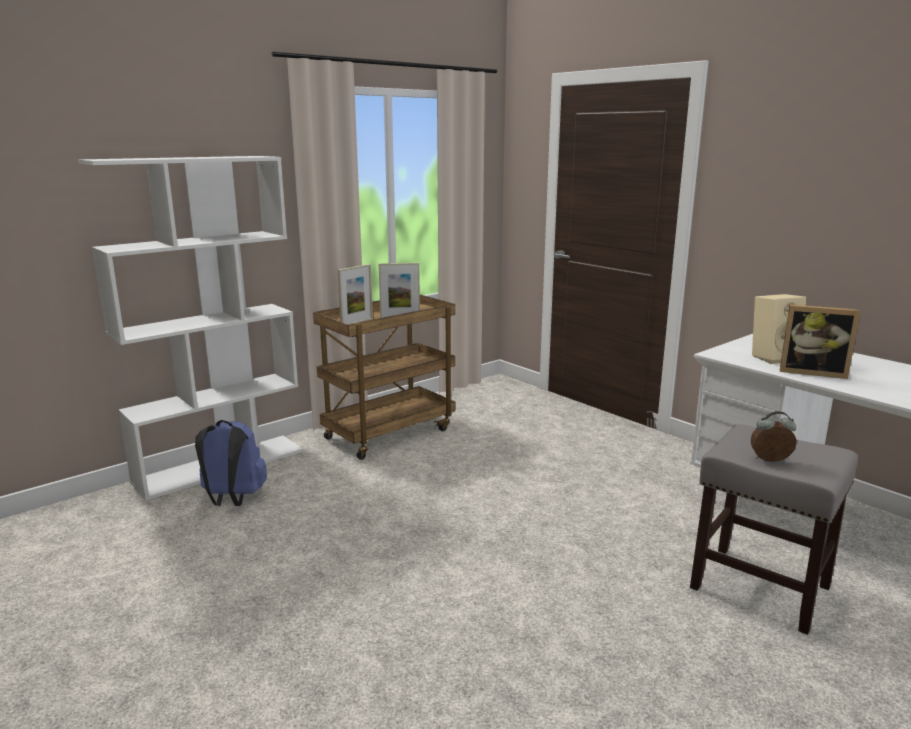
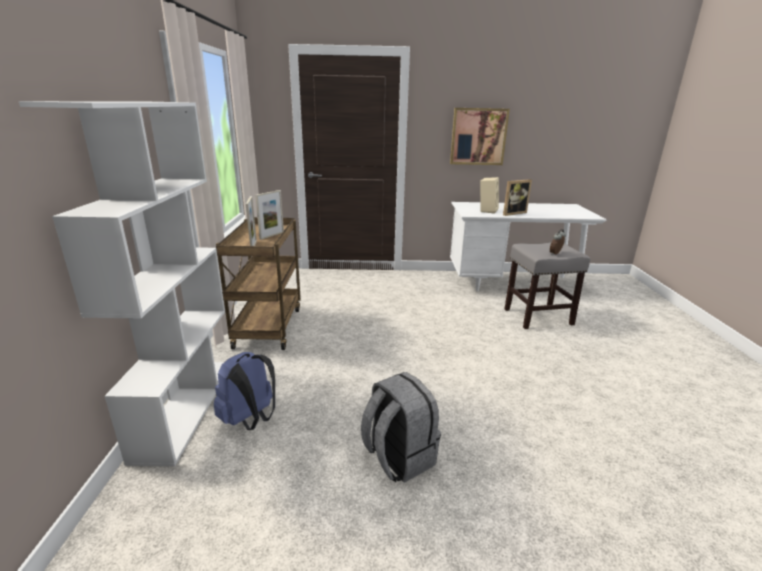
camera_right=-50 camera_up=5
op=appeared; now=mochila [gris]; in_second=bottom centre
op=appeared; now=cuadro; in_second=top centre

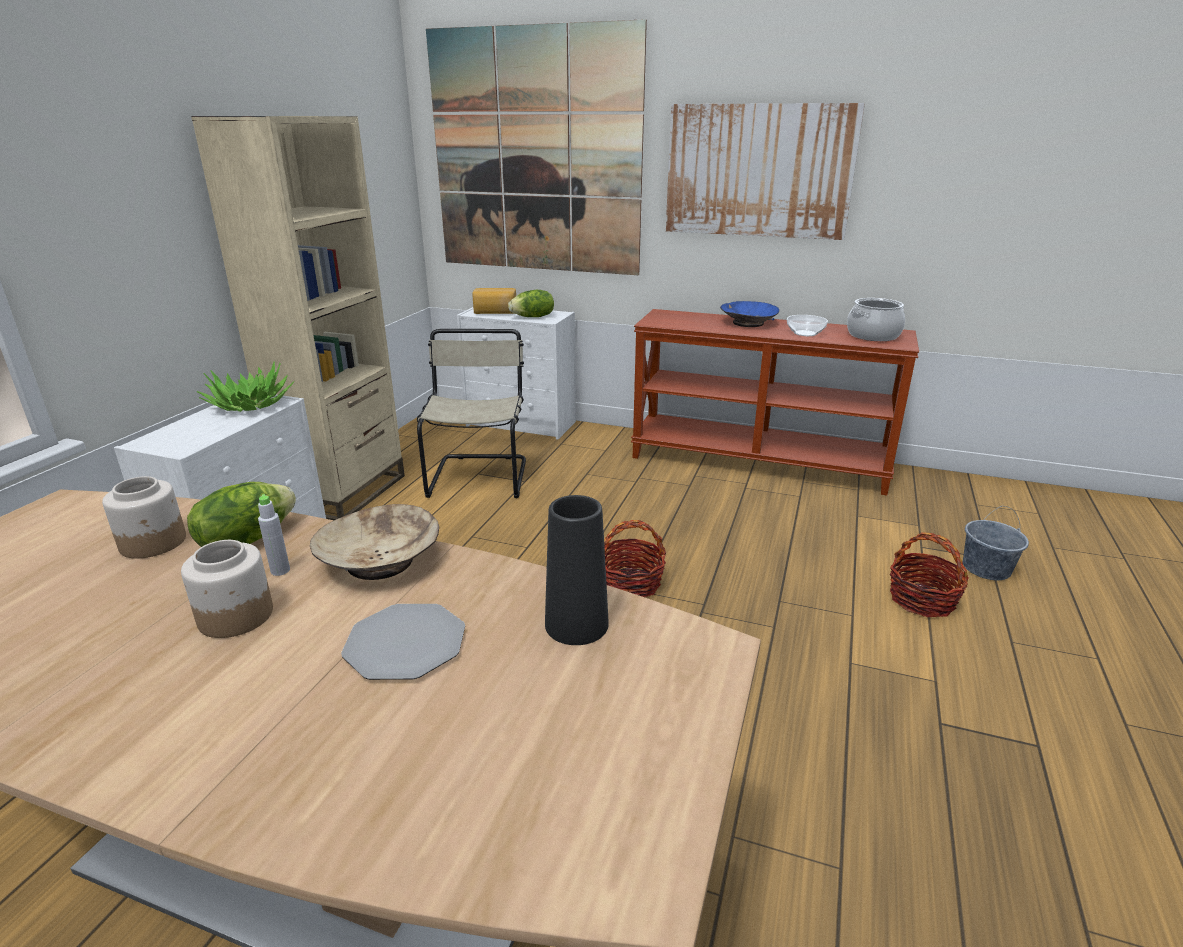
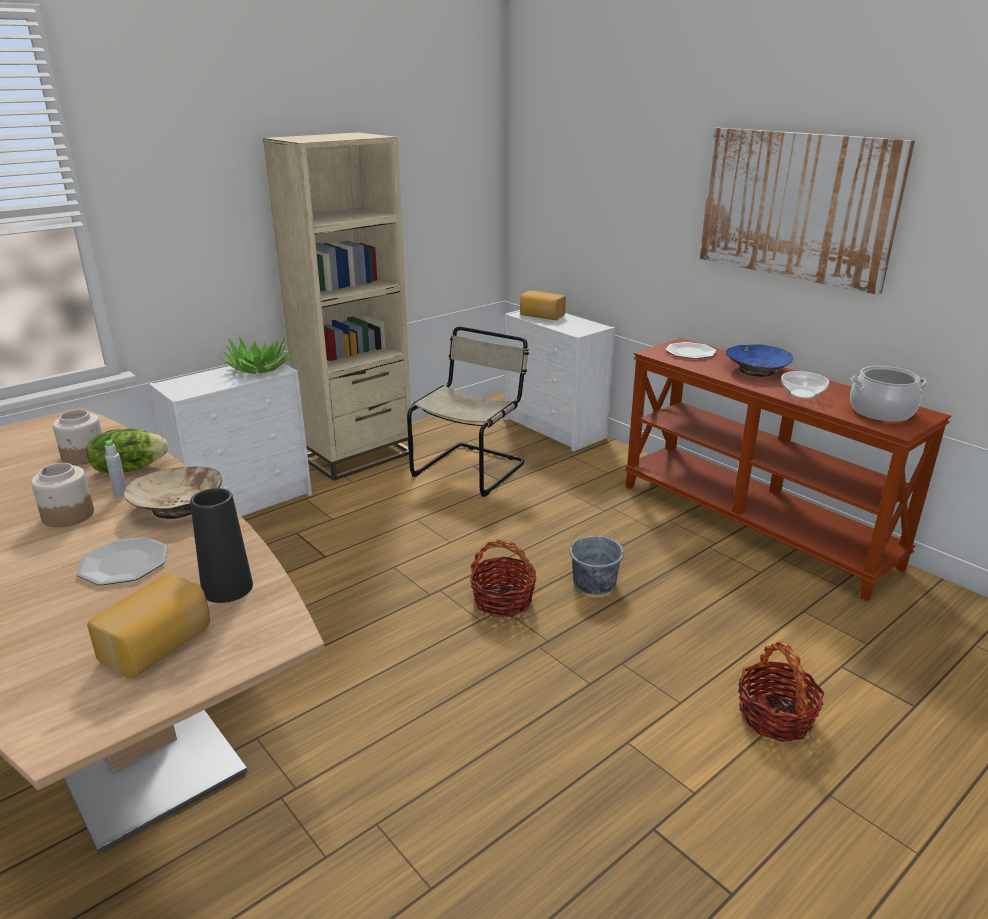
camera_right=30 camera_up=0
op=appeared; now=pan (no. 1 from left); in_second=bottom left
op=relocated; was=cubo [gris]; in_first=middle right; in_second=centre
op=appeared; now=plato (no. 2 from left); in_second=middle right
op=missing; was=cuadro (no. 1 from left); in_first=top centre
op=missing; was=lechuga (no. 2 from left); in_first=top centre

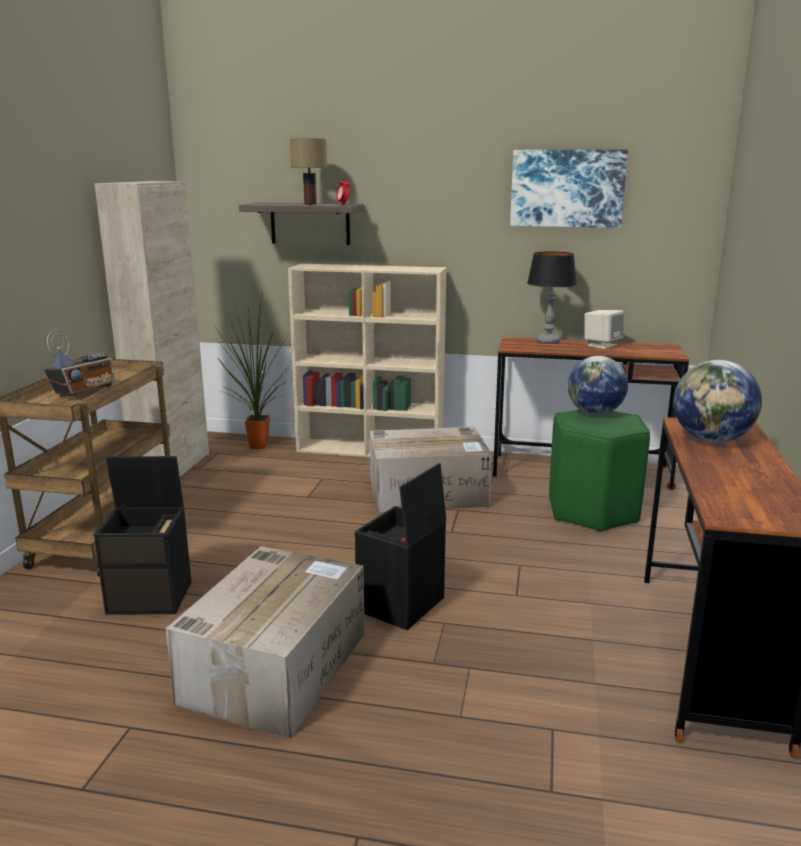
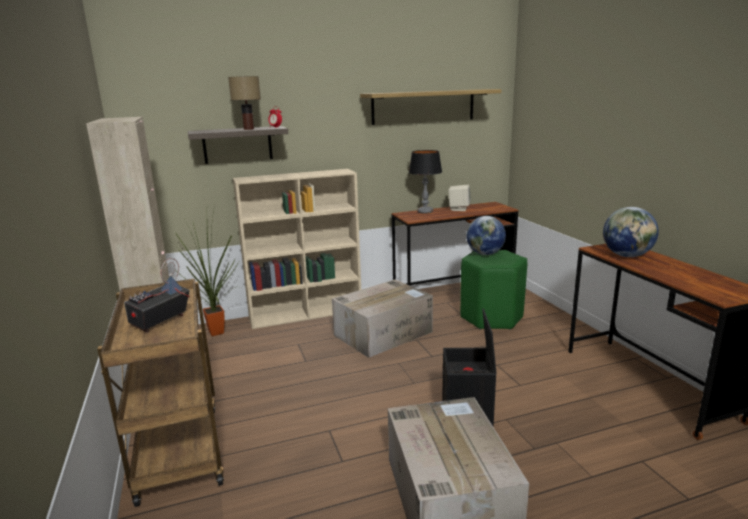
camera_right=-30 camera_up=0
op=spun; was=radio; in_first=middle left; in_second=middle left; clockwise=-150
op=exchanged; was=cuadro; now=estante (no. 2 from left); in_first=top right; in_second=top centre
op=missing; was=caja de almacenaje [negro] (no. 1 from left); in_first=middle left

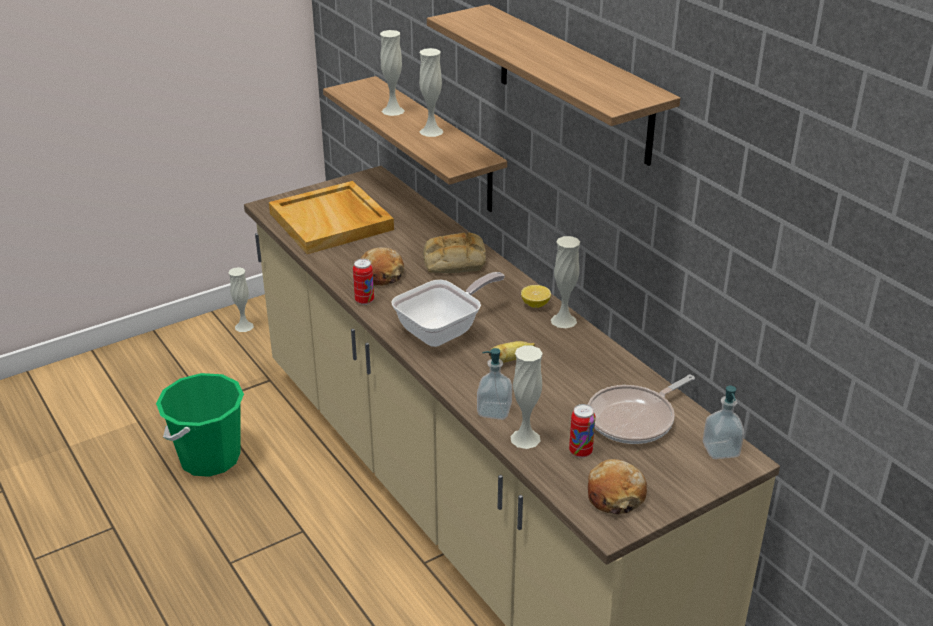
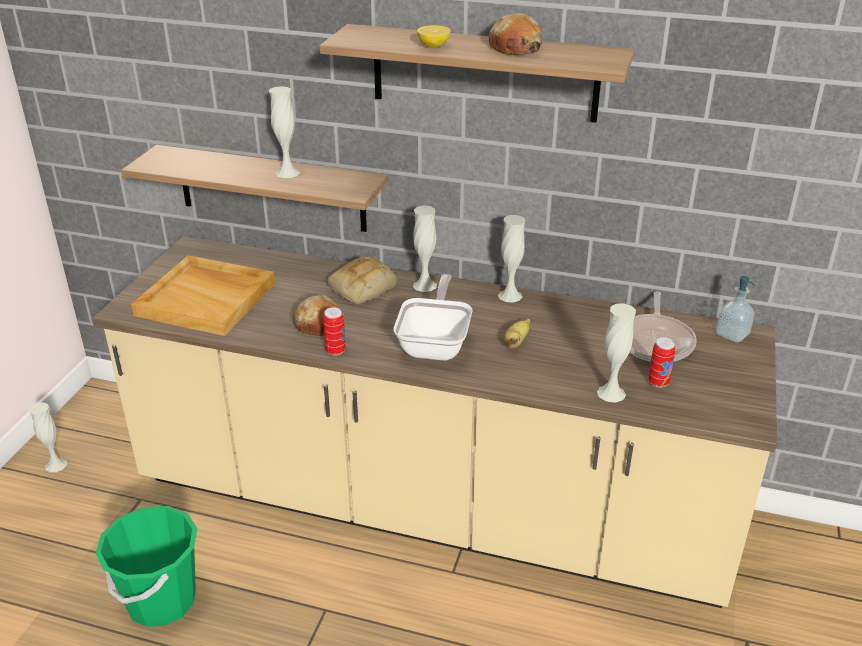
camera_right=-40 camera_up=0
op=relocated; was=florero [blanco] (no. 2 from left in the first image); now=florero [blanco] (no. 3 from left); in_first=top centre; in_second=centre
op=relocated; was=limón; in_first=centre; in_second=top centre
op=relocated; was=pan (no. 3 from left); in_first=bottom centre; in_second=top centre
op=missing; was=dispensador de jabón (no. 1 from left); in_first=centre

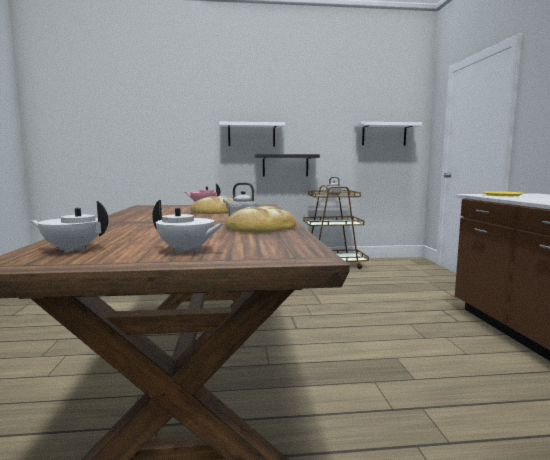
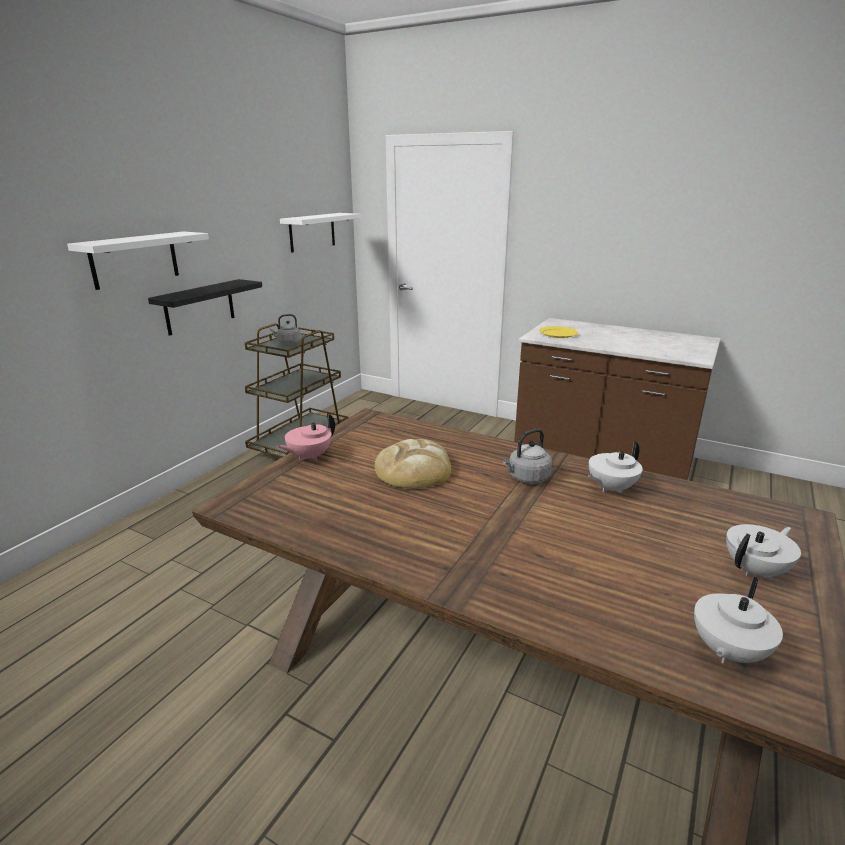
camera_right=-55 camera_up=15
op=exchanged; was=pan (no. 2 from left); now=tetera [blanco] (no. 1 from left); in_first=centre; in_second=middle right

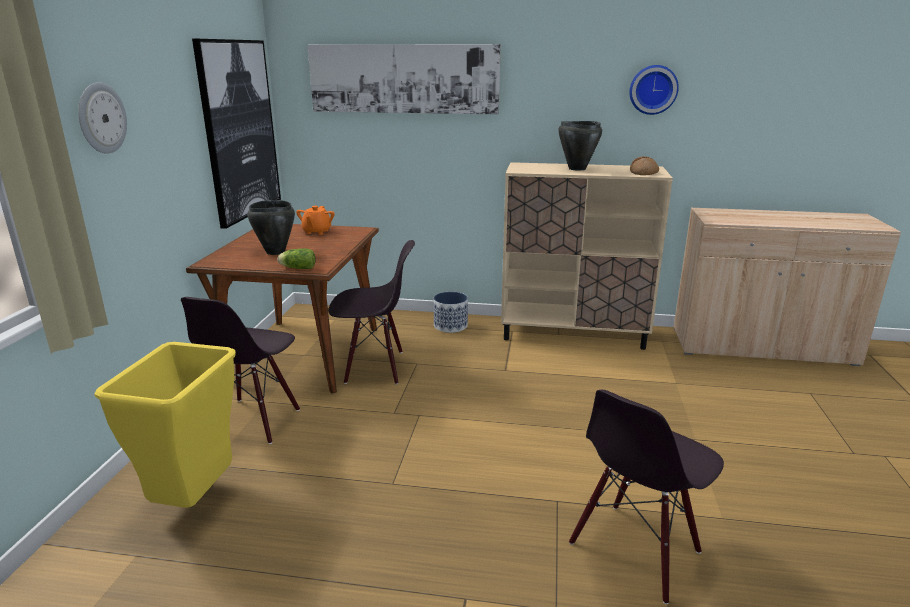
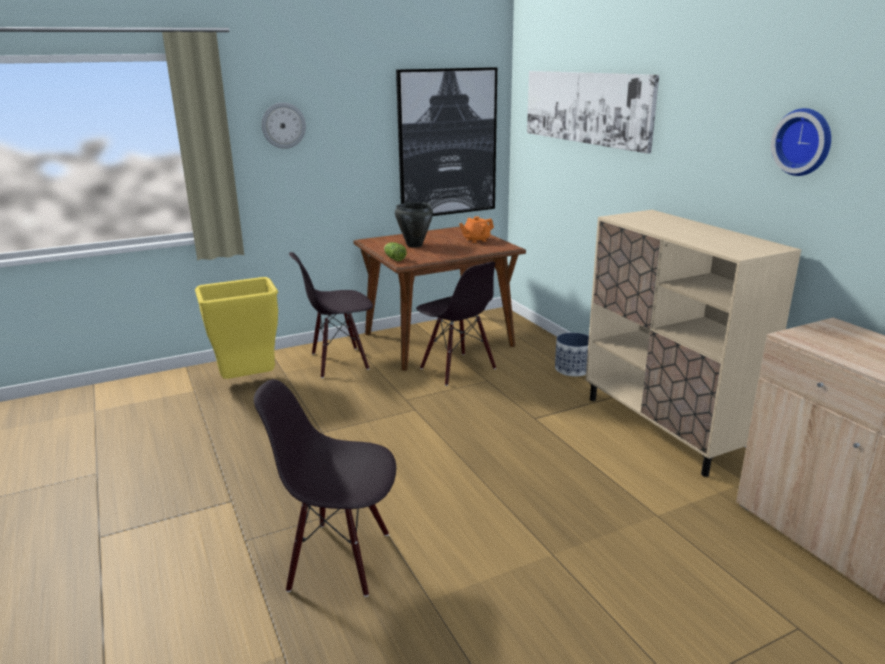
camera_right=55 camera_up=0
op=missing; was=olla [negro] (no. 2 from left); in_first=top centre
op=missing; was=pan; in_first=top right

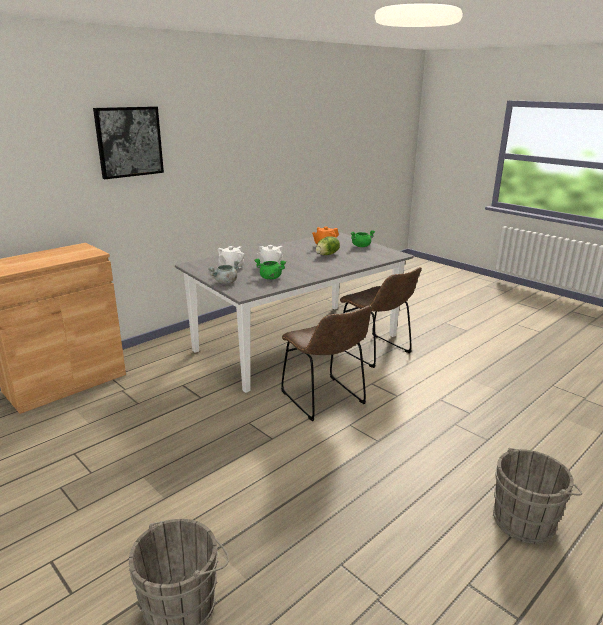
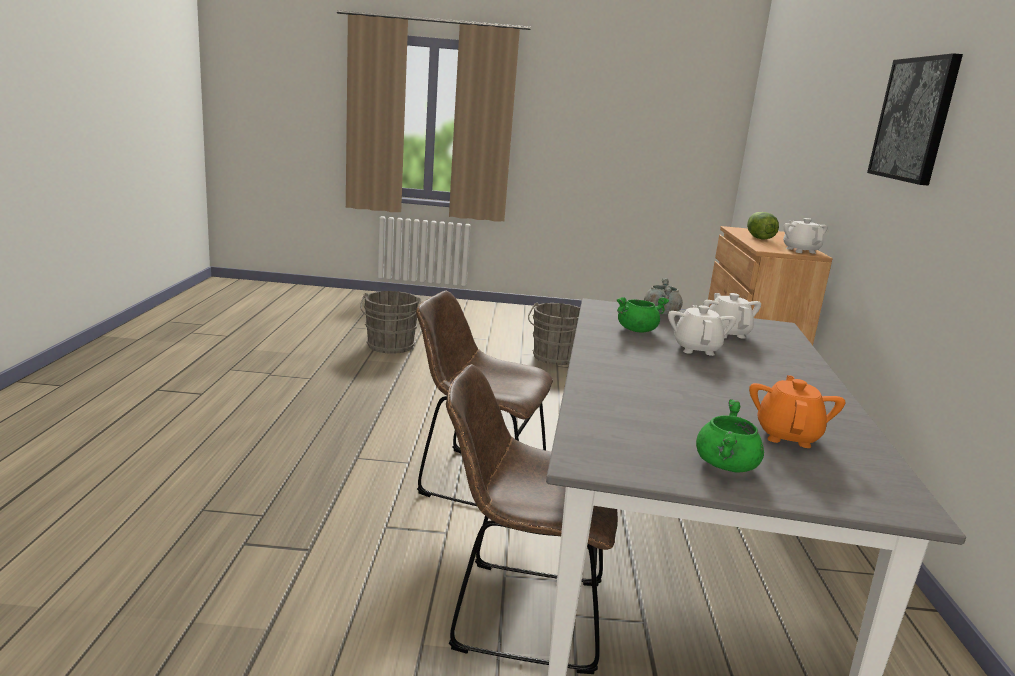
camera_right=135 camera_up=-5
op=relocated; was=cubo [gris] (no. 2 from left); in_first=bottom right; in_second=centre
op=relocated; was=lechuga; in_first=centre; in_second=middle right
op=appeared; now=tetera [blanco] (no. 3 from left); in_second=middle right

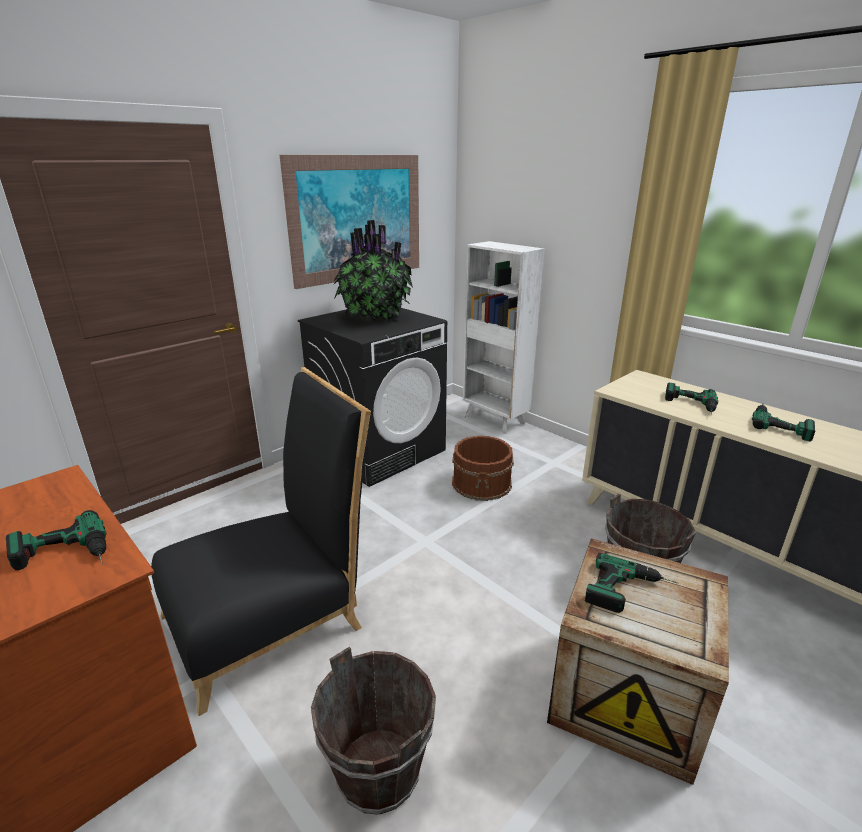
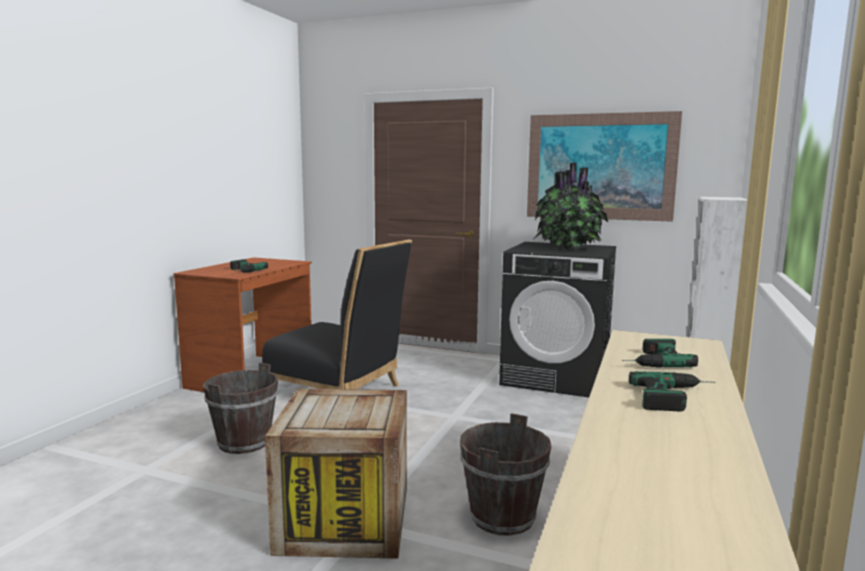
camera_right=65 camera_up=-15
op=missing; was=cubo [marrón] (no. 2 from left); in_first=centre
op=missing; was=taladro (no. 2 from left); in_first=bottom right

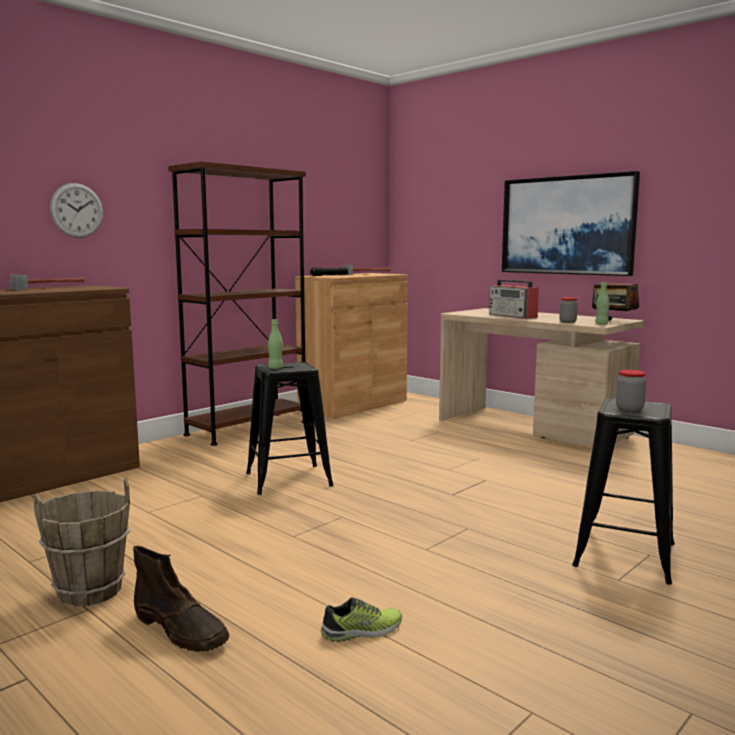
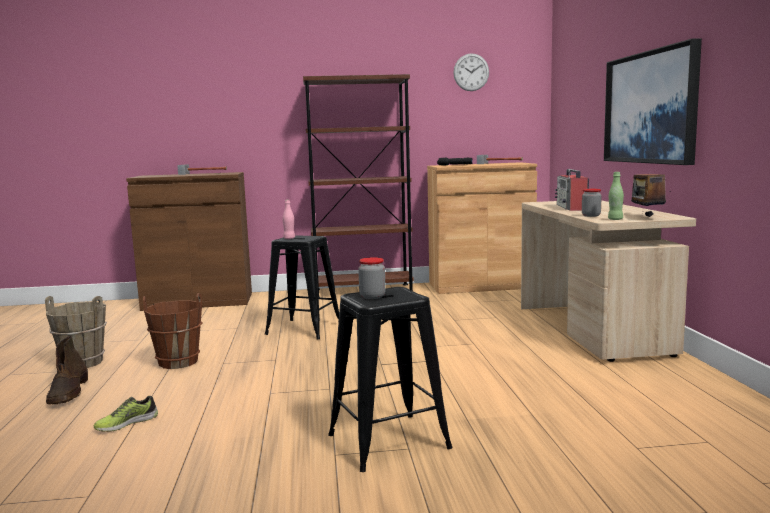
camera_right=40 camera_up=0
op=spun; was=zapato; in_first=bottom centre; in_second=bottom left; clockwise=120
op=appeared; now=cubo [marrón] (no. 2 from left); in_second=middle left
op=colour; was=botella [verde] (no. 1 from left); now=botella [rosa]; in_first=centre; in_second=centre
op=relocated; was=reloj de pared; in_first=top left; in_second=top centre

